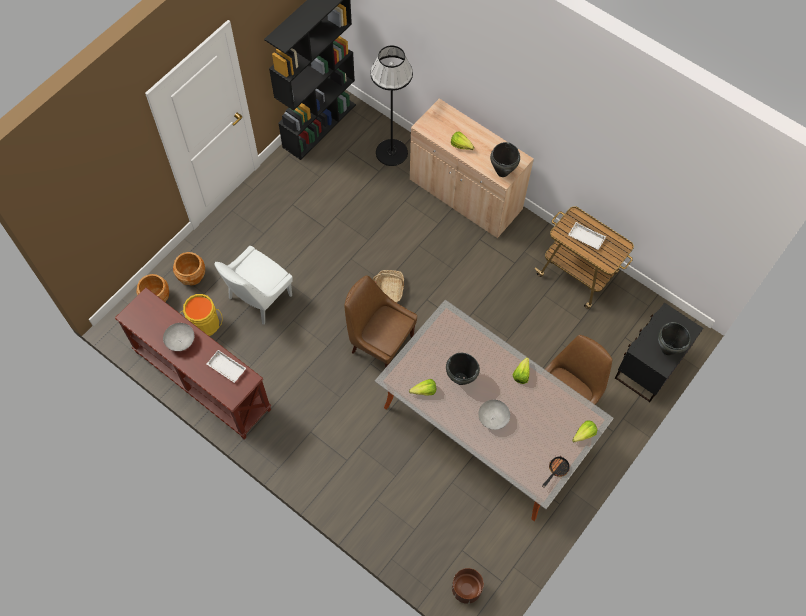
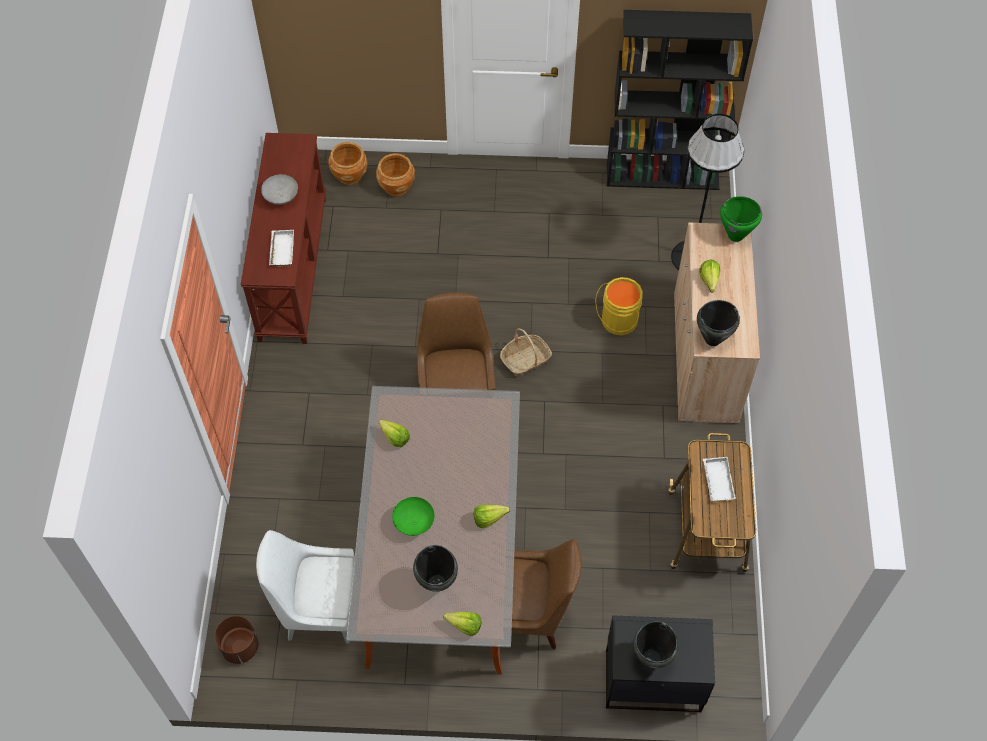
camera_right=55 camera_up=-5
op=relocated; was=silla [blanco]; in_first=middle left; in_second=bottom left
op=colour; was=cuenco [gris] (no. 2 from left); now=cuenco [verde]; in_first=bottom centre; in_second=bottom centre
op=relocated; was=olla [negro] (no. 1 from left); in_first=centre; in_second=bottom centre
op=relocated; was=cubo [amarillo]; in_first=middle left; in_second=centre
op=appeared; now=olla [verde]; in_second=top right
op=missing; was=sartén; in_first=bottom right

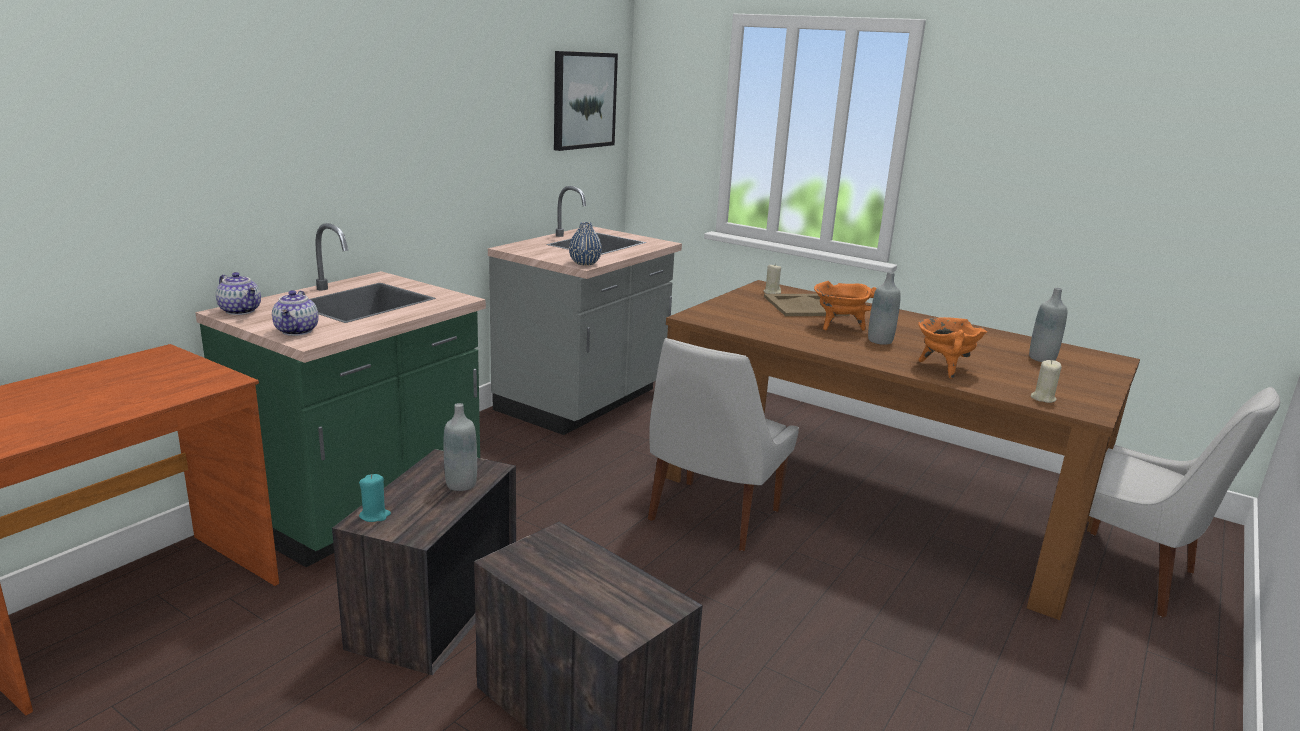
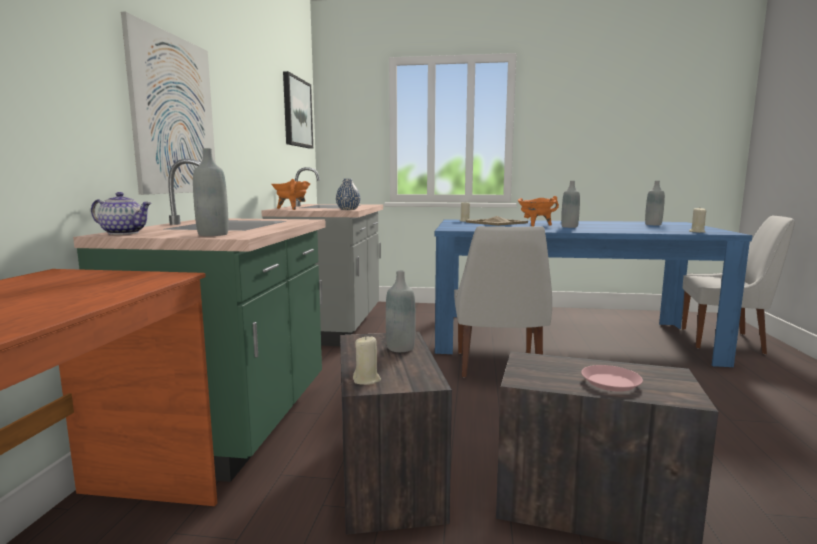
camera_right=-25 camera_up=-10
op=appeared; now=cuadro (no. 1 from left); in_second=top left
op=exchanged; was=tetera (no. 2 from left); now=botella [gris] (no. 1 from left); in_first=middle left; in_second=middle left
op=relocated; was=olla [naranja] (no. 2 from left in the first image); now=olla [naranja] (no. 1 from left); in_first=middle right; in_second=centre
op=colour; was=vela [turquesa]; now=vela [beis] (no. 1 from left); in_first=bottom left; in_second=centre
op=colour; was=mesa de comedor [marrón]; now=mesa de comedor [azul]; in_first=middle right; in_second=middle right
op=appeared; now=plato [rosa]; in_second=bottom right

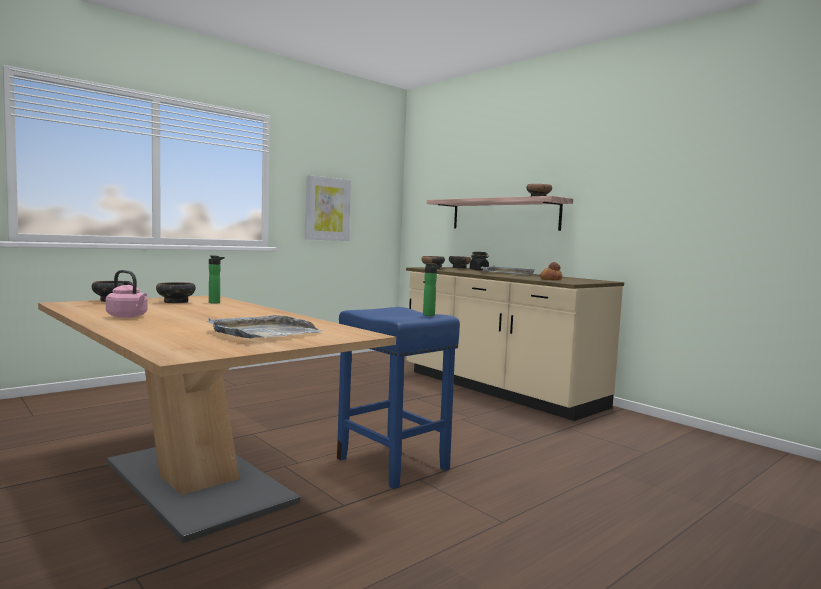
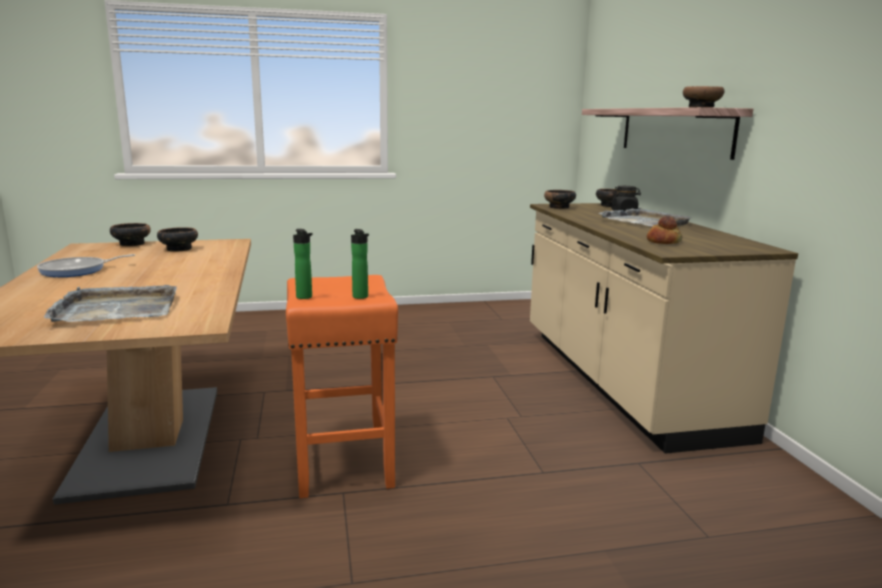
camera_right=30 camera_up=10
op=exchanged; was=hervidor [rosa]; now=sartén; in_first=middle left; in_second=middle left
op=colour; was=taburete [azul]; now=taburete [naranja]; in_first=bottom centre; in_second=centre
op=relocated; was=botella (no. 1 from left); in_first=middle left; in_second=centre
op=missing; was=cuadro; in_first=centre

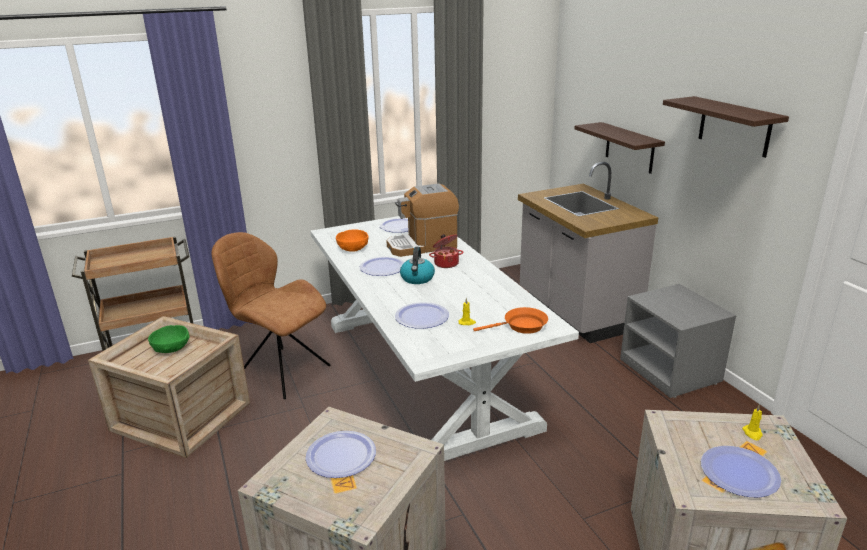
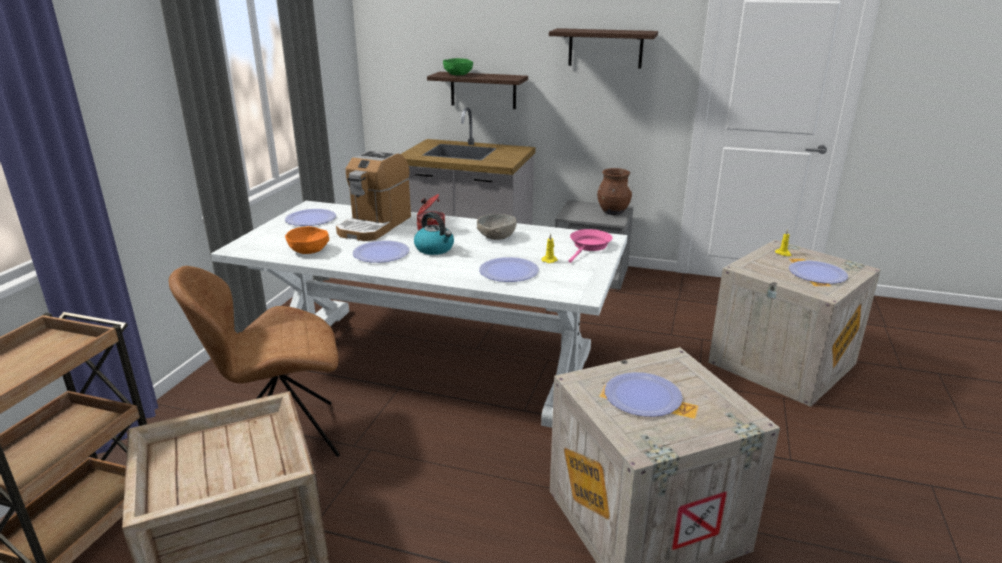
camera_right=-50 camera_up=0
op=relocated; was=cuenco [verde]; in_first=middle left; in_second=top centre
op=appeared; now=cuenco [gris]; in_second=centre
op=colour; was=sartén [naranja]; now=sartén [rosa]; in_first=centre; in_second=centre
op=appeared; now=florero [marrón]; in_second=centre

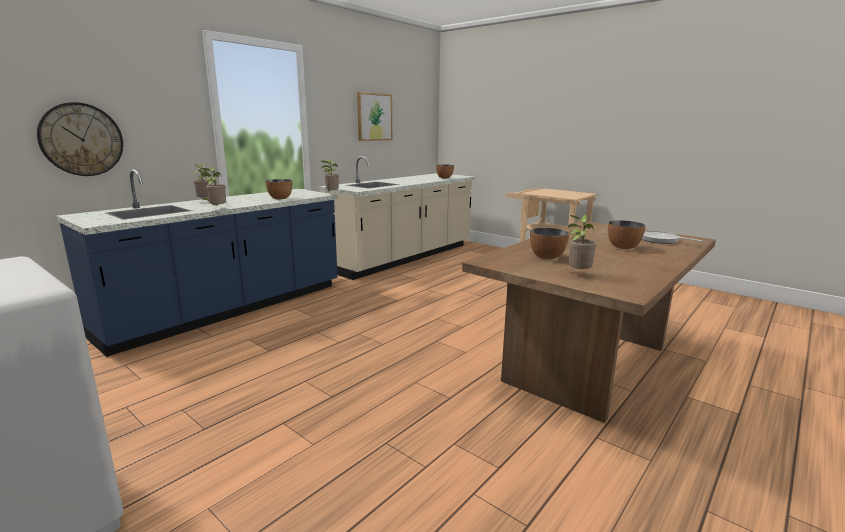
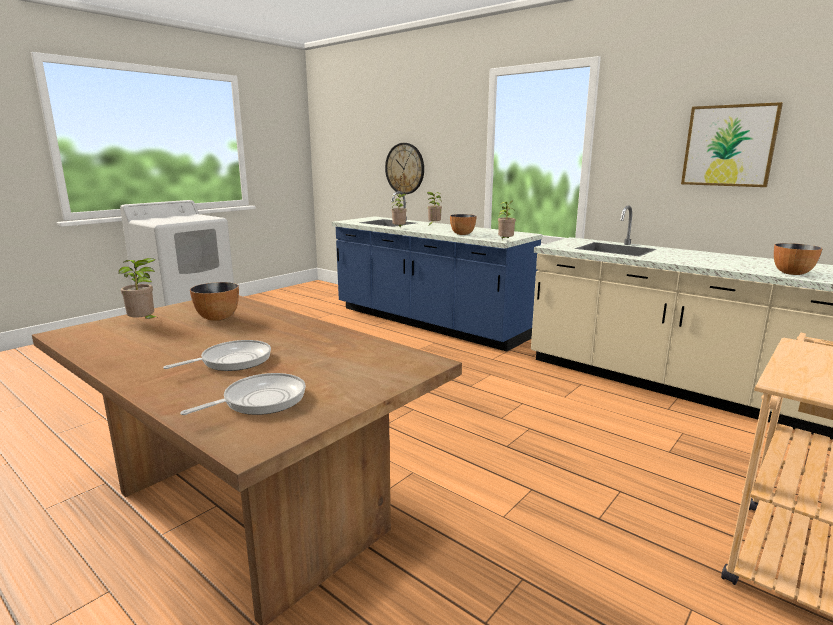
camera_right=90 camera_up=0
op=exchanged; was=cuenco (no. 4 from left); now=sartén (no. 1 from left); in_first=middle right; in_second=middle left

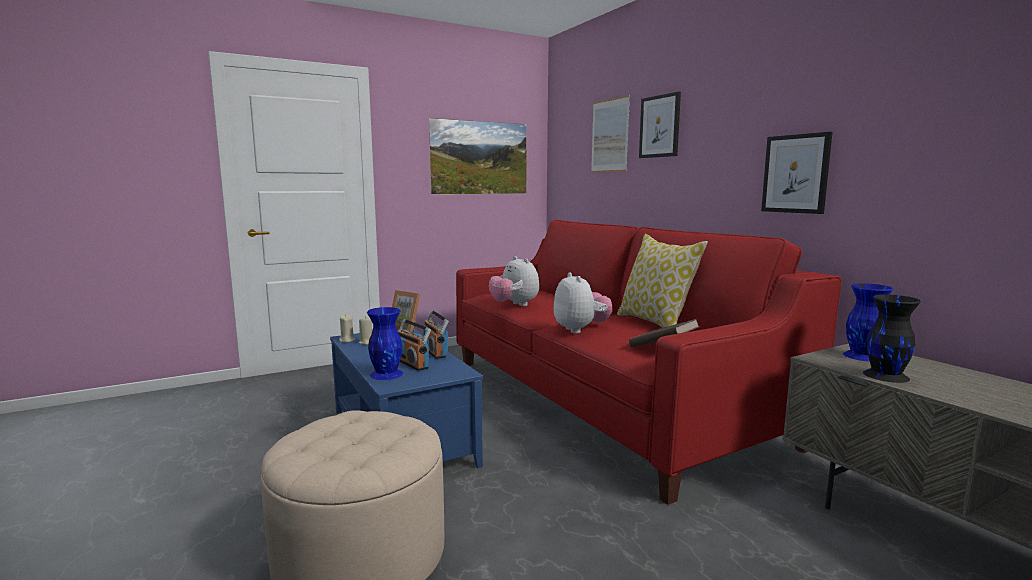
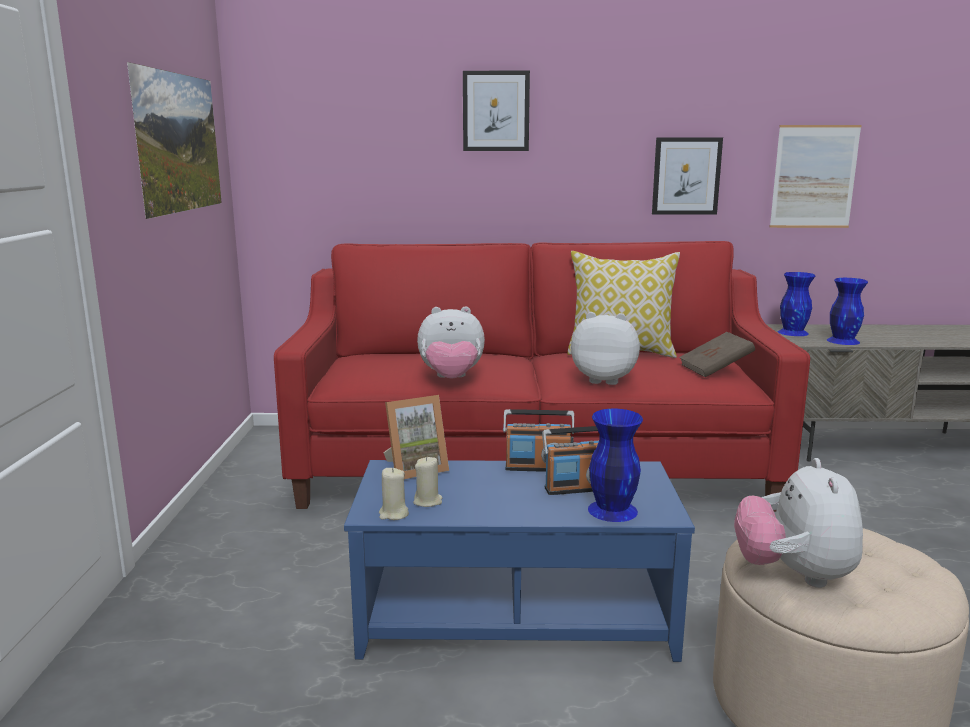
camera_right=-60 camera_up=5
op=appeared; now=peluche (no. 3 from left); in_second=bottom right
op=relocated; was=cuadro (no. 2 from left in the first image); now=cuadro (no. 4 from left); in_first=top centre; in_second=top right
op=colour; was=florero [negro]; now=florero [azul] (no. 3 from left); in_first=middle right; in_second=middle right

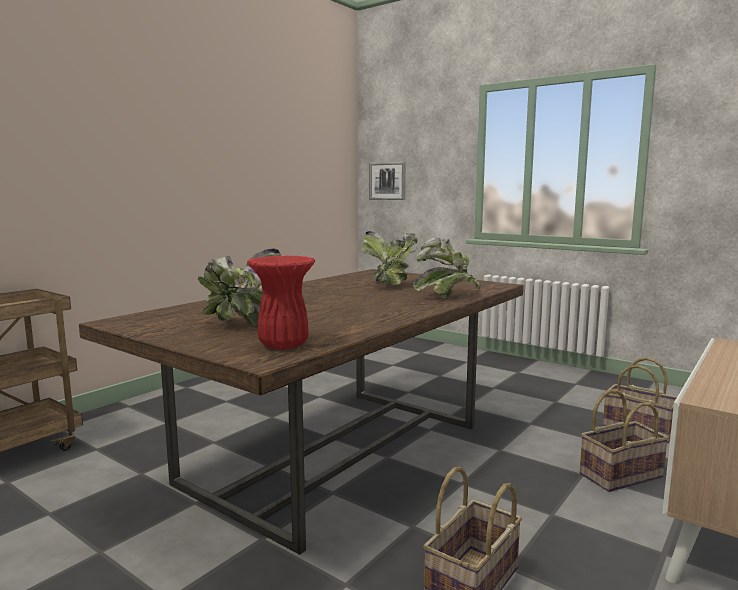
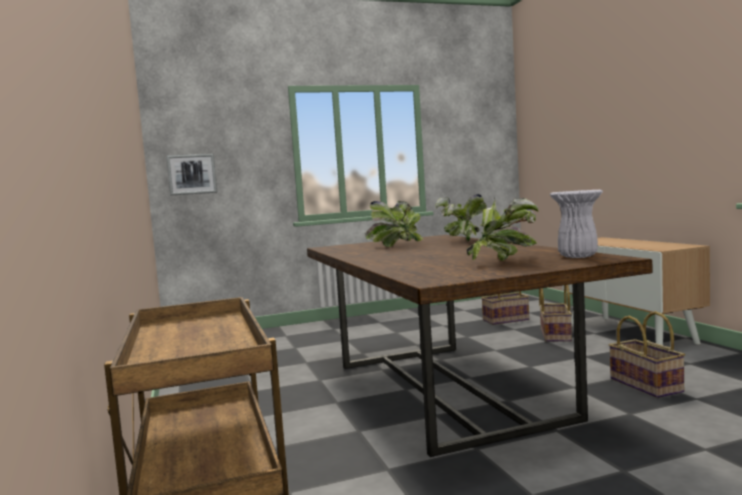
camera_right=-55 camera_up=-5
op=colour; was=florero [rojo]; now=florero [blanco]; in_first=centre; in_second=middle right

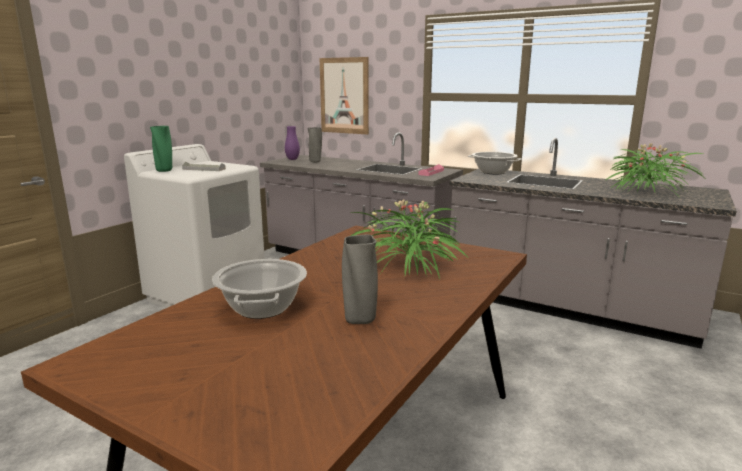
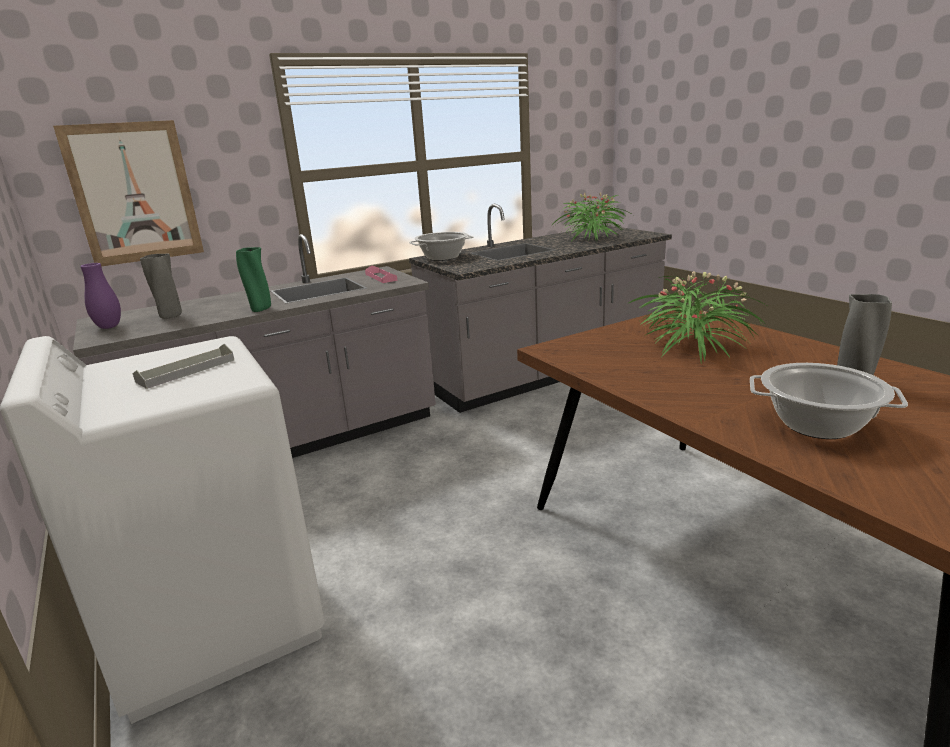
camera_right=-60 camera_up=5
op=relocated; was=florero [verde]; in_first=top left; in_second=middle left

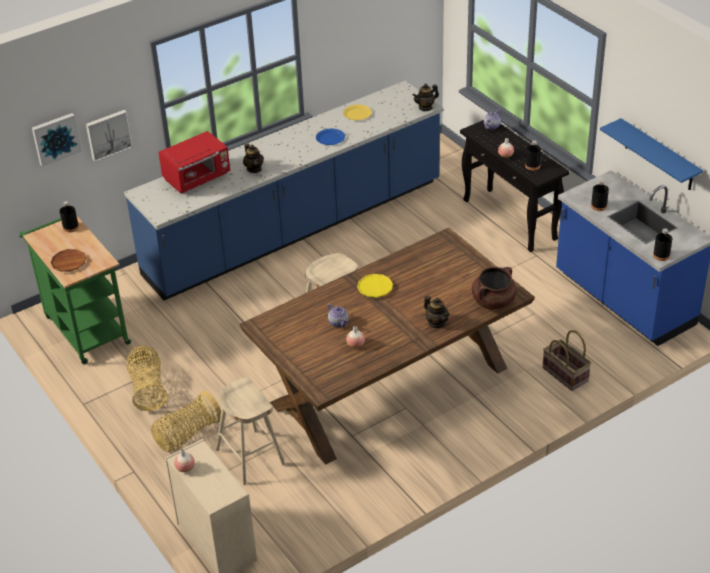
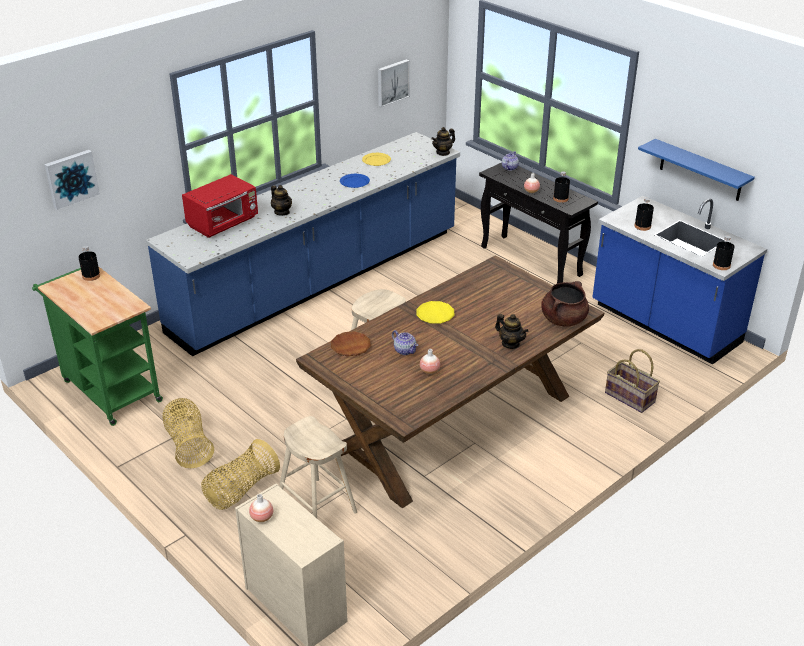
camera_right=-10 camera_up=-5
op=relocated; was=plato [marrón]; in_first=middle left; in_second=centre
op=relocated; was=cuadro (no. 2 from left); in_first=top left; in_second=top centre

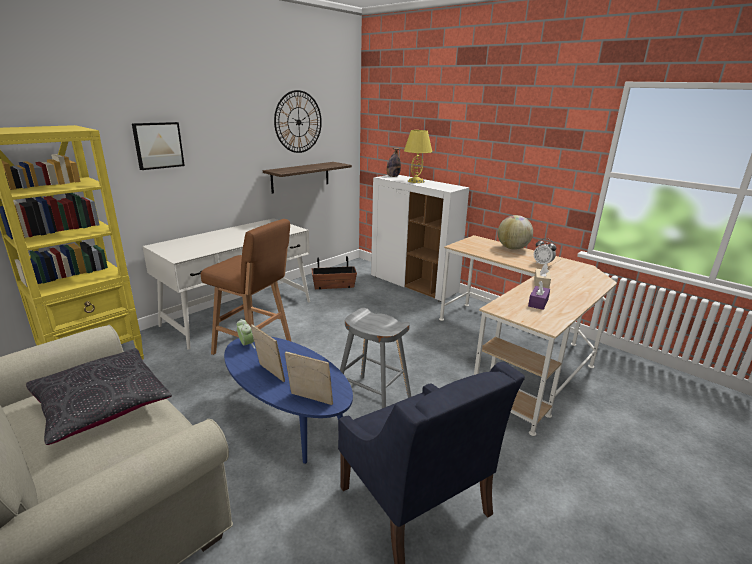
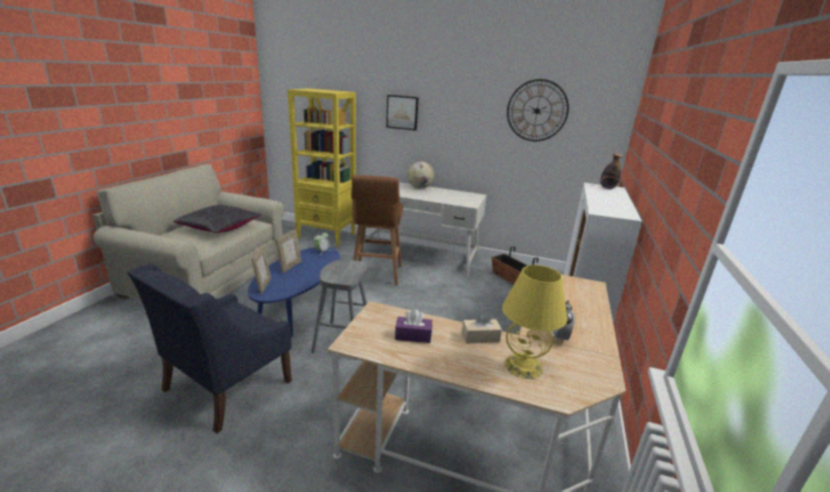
camera_right=65 camera_up=0
op=relocated; was=globo terráqueo; in_first=middle right; in_second=centre
op=relocated; was=lámpara de mesa [amarillo]; in_first=top centre; in_second=centre
op=missing; was=estante; in_first=top centre

